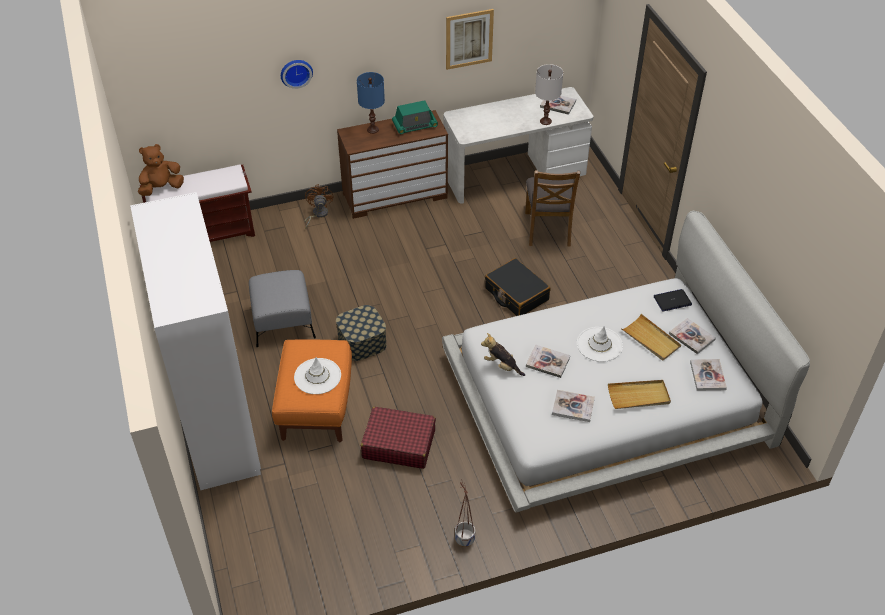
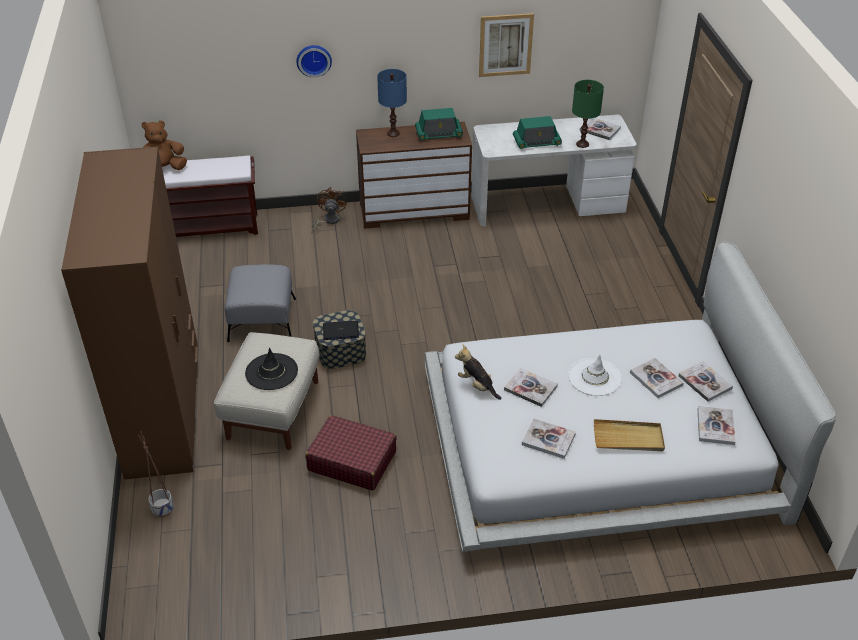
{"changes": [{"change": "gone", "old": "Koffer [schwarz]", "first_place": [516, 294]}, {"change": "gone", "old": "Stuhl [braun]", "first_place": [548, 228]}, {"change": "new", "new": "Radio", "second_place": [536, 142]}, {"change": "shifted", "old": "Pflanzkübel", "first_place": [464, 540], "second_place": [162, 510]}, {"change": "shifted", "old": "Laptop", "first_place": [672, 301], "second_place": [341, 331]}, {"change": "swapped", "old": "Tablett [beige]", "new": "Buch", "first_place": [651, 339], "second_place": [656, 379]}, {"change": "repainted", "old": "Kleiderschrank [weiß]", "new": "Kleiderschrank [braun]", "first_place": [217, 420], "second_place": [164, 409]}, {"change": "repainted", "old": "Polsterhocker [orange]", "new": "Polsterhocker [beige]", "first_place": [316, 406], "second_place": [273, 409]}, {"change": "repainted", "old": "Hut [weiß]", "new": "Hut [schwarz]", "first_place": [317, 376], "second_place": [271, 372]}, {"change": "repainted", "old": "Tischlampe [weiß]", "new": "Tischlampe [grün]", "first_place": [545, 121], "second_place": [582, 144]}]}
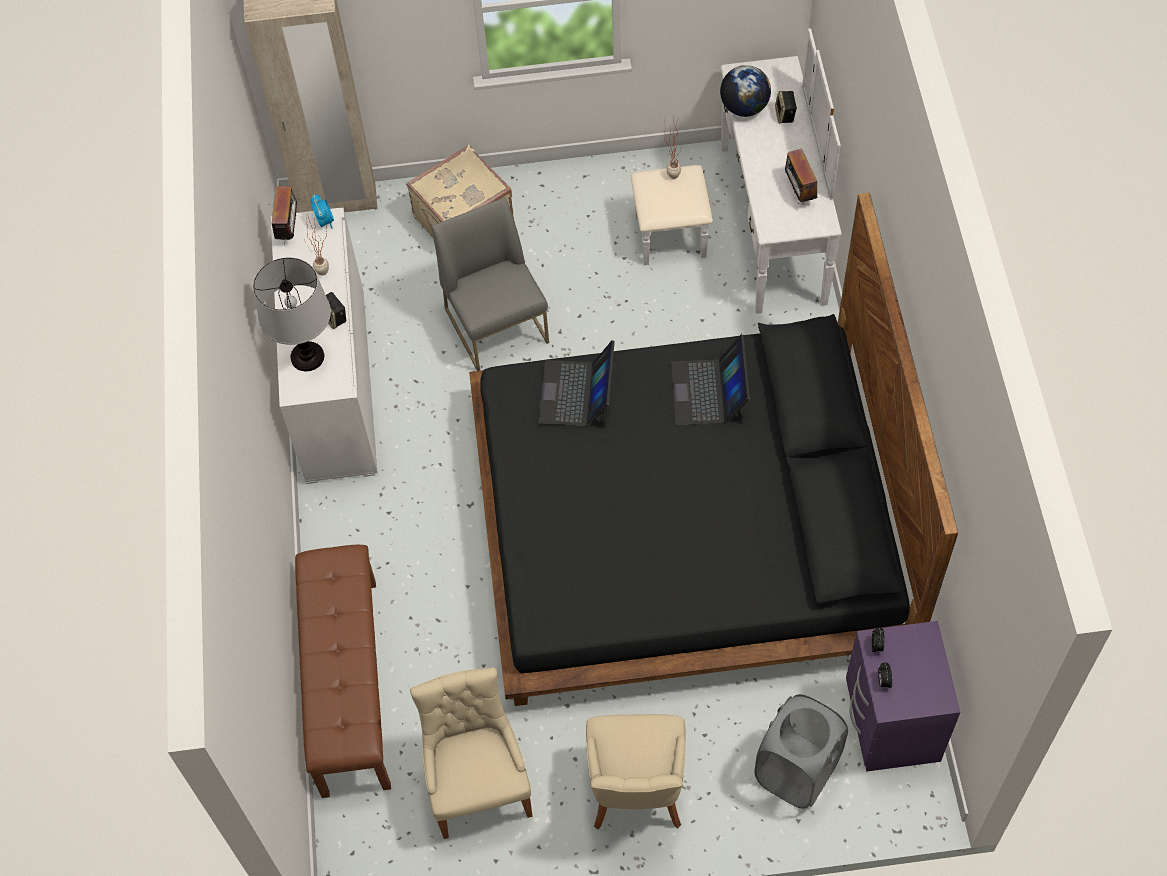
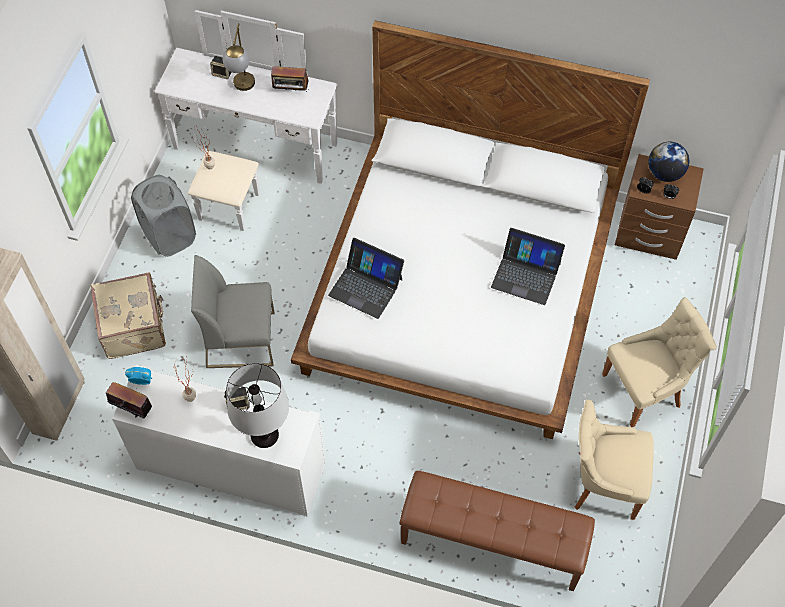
{"changes": [{"change": "new", "new": "Tischlampe", "second_place": [243, 89]}, {"change": "shifted", "old": "Laptop", "first_place": [709, 391], "second_place": [526, 275]}, {"change": "shifted", "old": "Globus", "first_place": [744, 107], "second_place": [664, 173]}, {"change": "shifted", "old": "Wäschekorb [grau]", "first_place": [797, 771], "second_place": [170, 236]}, {"change": "repainted", "old": "Bett [schwarz]", "new": "Bett [weiß]", "first_place": [685, 523], "second_place": [461, 286]}, {"change": "repainted", "old": "Nachttisch [lila]", "new": "Nachttisch [braun]", "first_place": [890, 722], "second_place": [649, 234]}, {"change": "rotated", "old": "Stuhl [beige]", "first_place": [636, 794], "second_place": [644, 390], "degrees": -45}]}
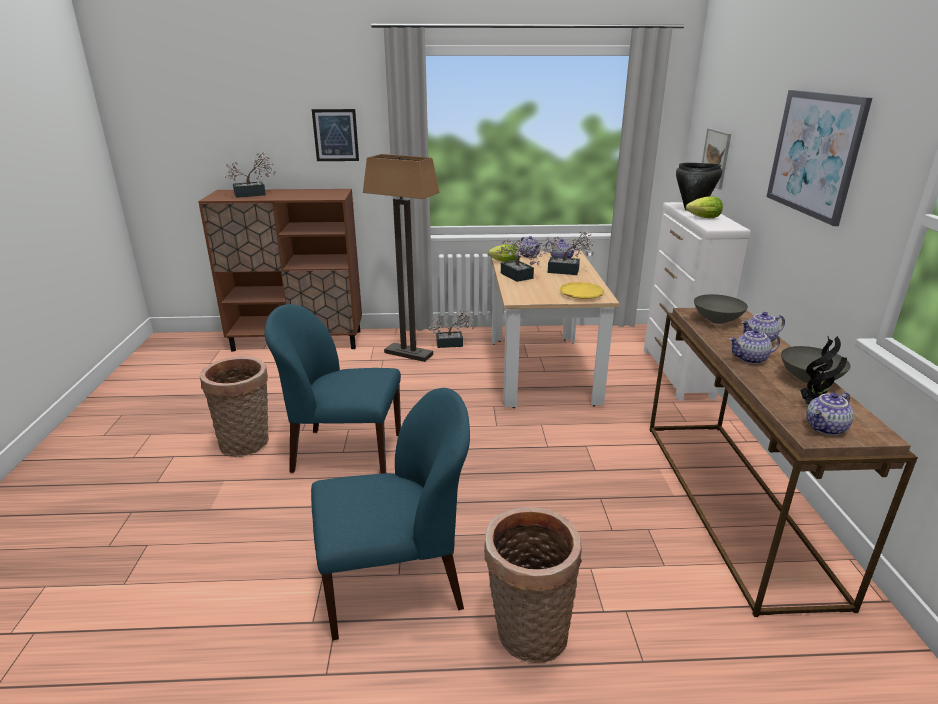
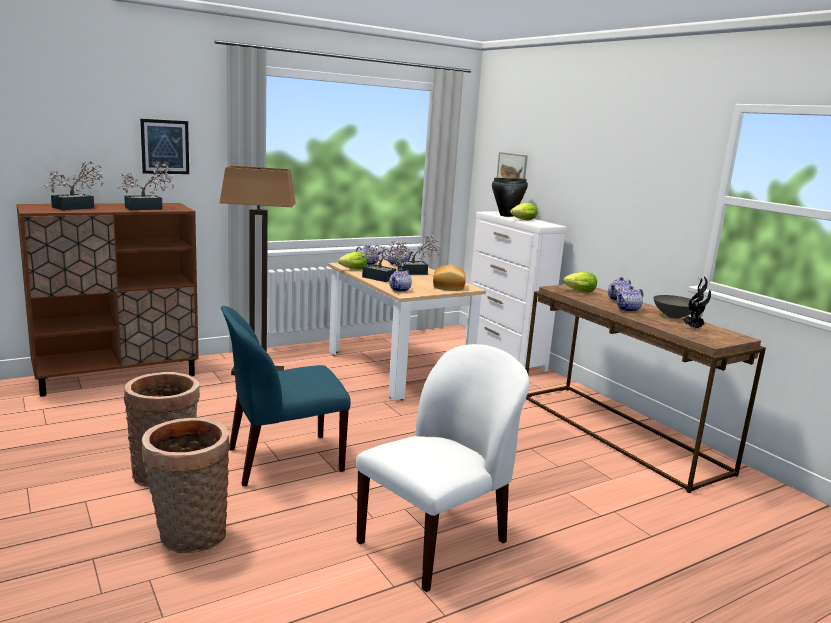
{"changes": [{"change": "gone", "old": "Bild", "first_place": [814, 154]}, {"change": "shifted", "old": "Topfpflanze", "first_place": [453, 343], "second_place": [148, 208]}, {"change": "shifted", "old": "Korb", "first_place": [527, 634], "second_place": [189, 537]}, {"change": "shifted", "old": "Teekanne", "first_place": [826, 428], "second_place": [400, 290]}, {"change": "swapped", "old": "Teller [gelb]", "new": "Brot", "first_place": [581, 294], "second_place": [449, 286]}, {"change": "swapped", "old": "Schüssel [grau]", "new": "Salatkopf", "first_place": [717, 321], "second_place": [578, 291]}, {"change": "repainted", "old": "Stuhl [blau]", "new": "Stuhl [weiß]", "first_place": [395, 584], "second_place": [435, 541]}]}
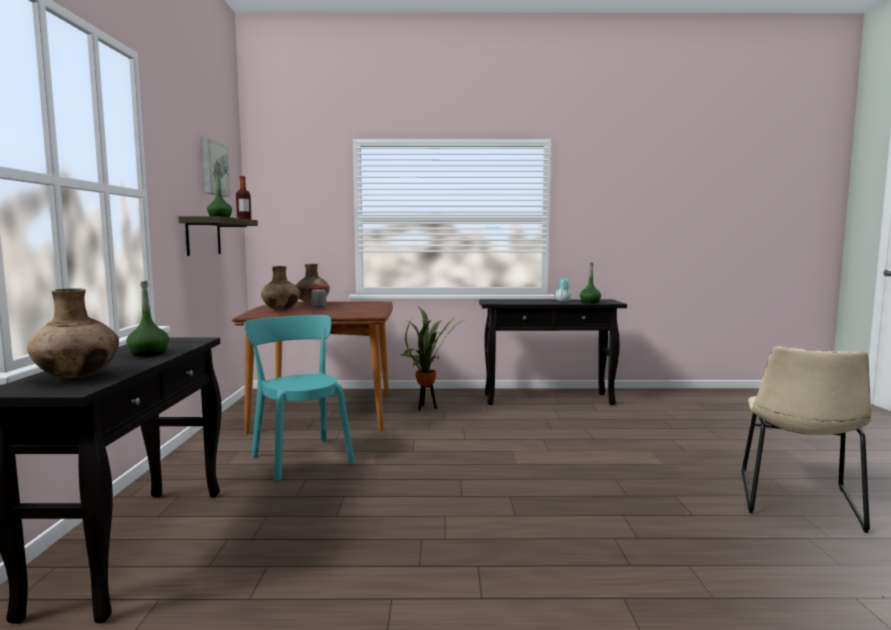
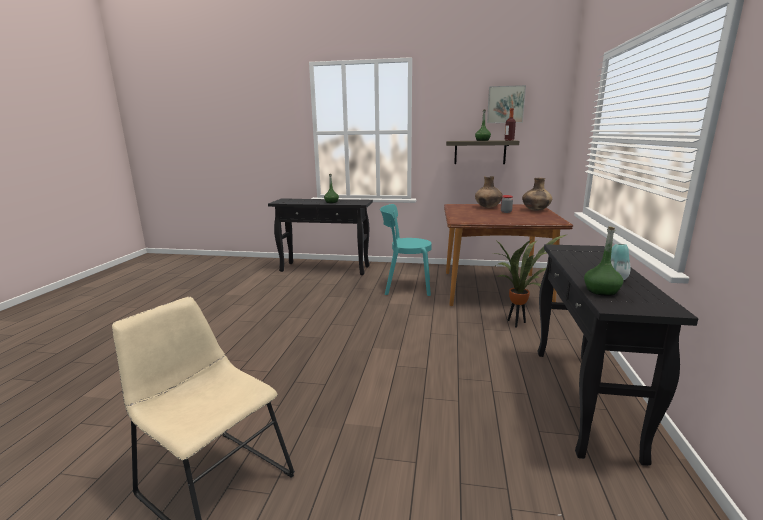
{"changes": [{"change": "gone", "old": "Vase [braun]", "first_place": [77, 377]}, {"change": "rotated", "old": "Stuhl [türkis]", "first_place": [300, 457], "second_place": [405, 286], "degrees": -150}]}
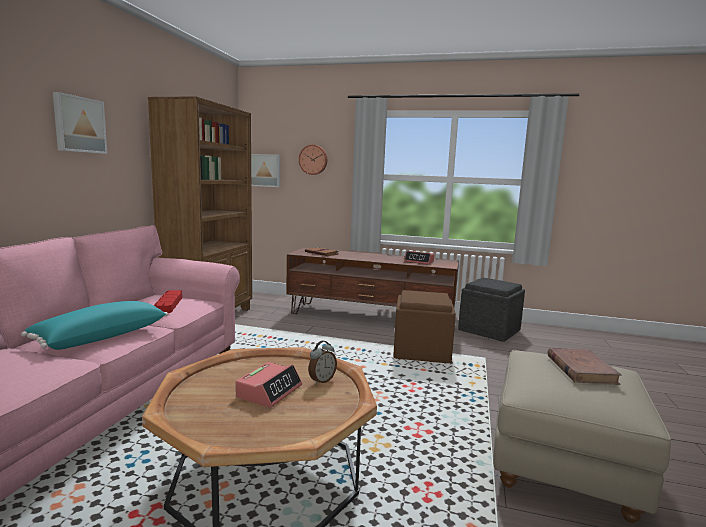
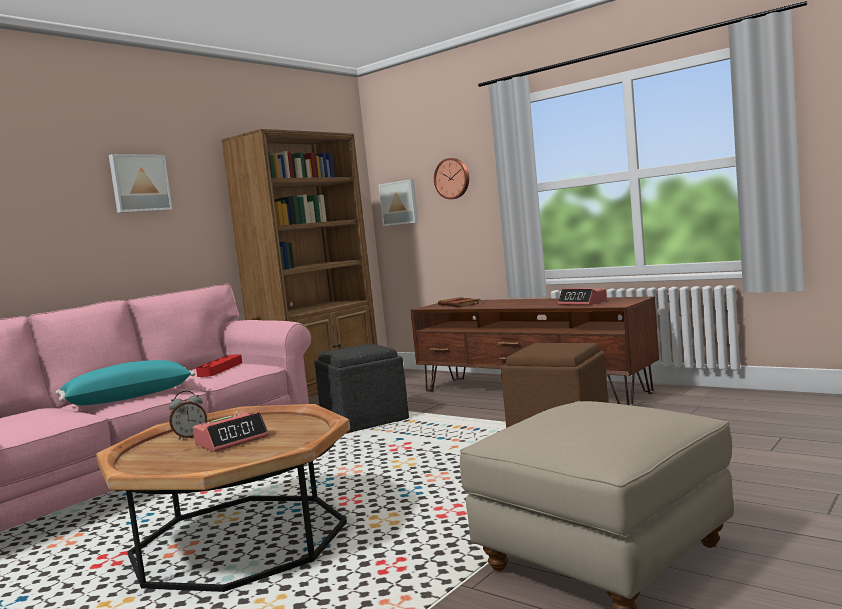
{"changes": [{"change": "gone", "old": "Buch [braun]", "first_place": [581, 369]}, {"change": "shifted", "old": "Wecker", "first_place": [321, 380], "second_place": [190, 436]}, {"change": "shifted", "old": "Polsterhocker [grau]", "first_place": [489, 331], "second_place": [364, 420]}]}
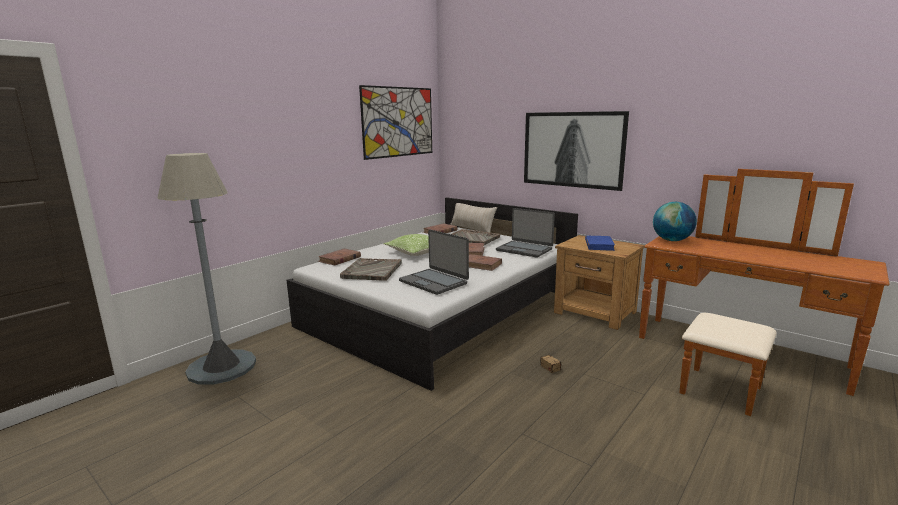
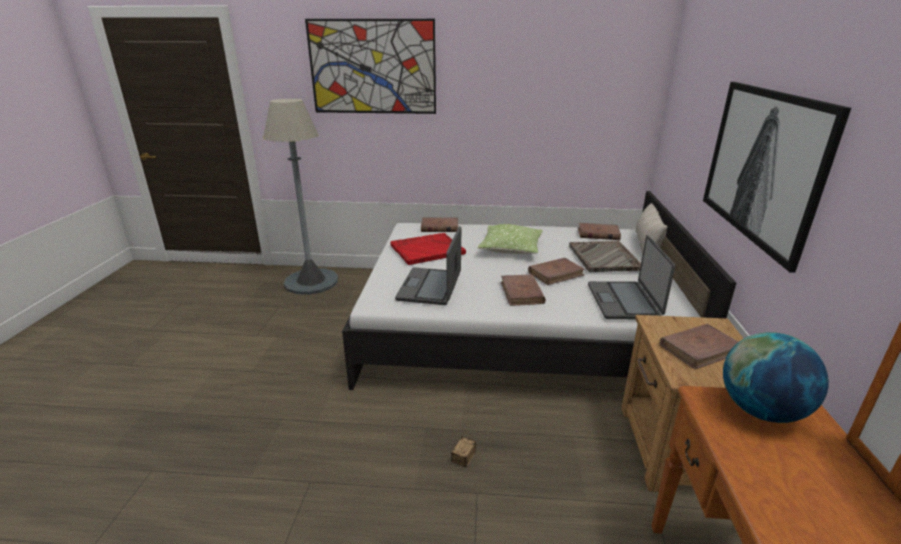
{"changes": [{"change": "shifted", "old": "Bild", "first_place": [398, 122], "second_place": [372, 67]}, {"change": "repainted", "old": "Tablett [grau]", "new": "Tablett [rot]", "first_place": [372, 270], "second_place": [426, 250]}, {"change": "repainted", "old": "Buch [blau]", "new": "Buch [braun]", "first_place": [599, 245], "second_place": [700, 349]}]}
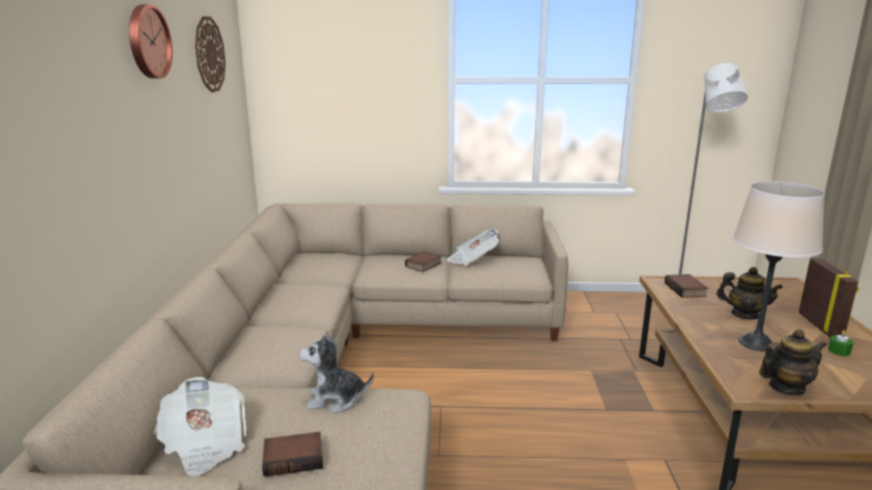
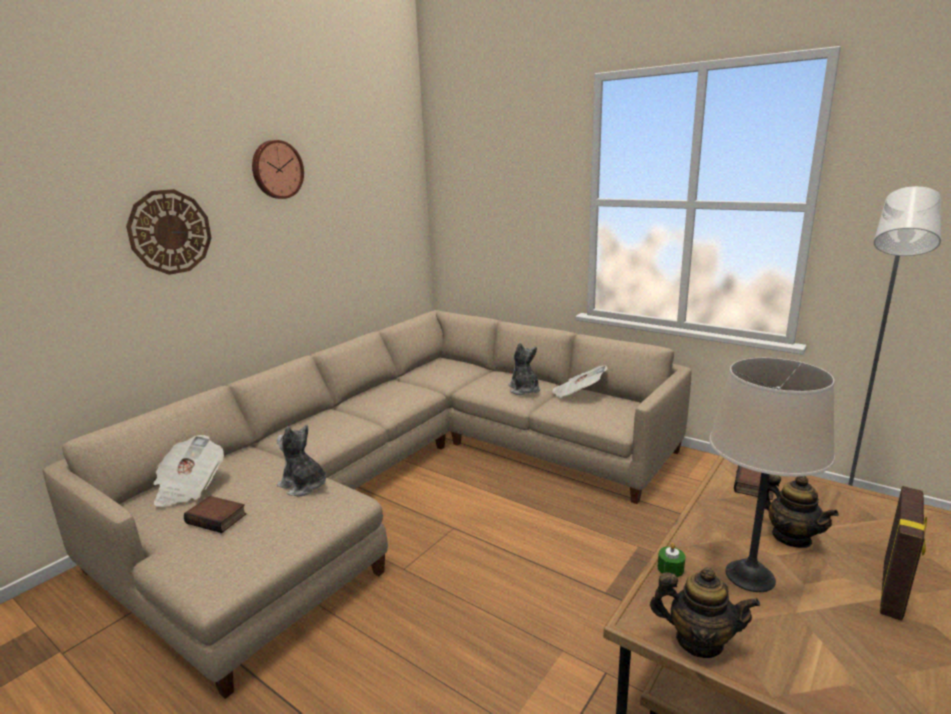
{"changes": [{"change": "shifted", "old": "Wanduhr", "first_place": [209, 54], "second_place": [170, 232]}, {"change": "shifted", "old": "Kerze [grün]", "first_place": [839, 351], "second_place": [670, 568]}, {"change": "swapped", "old": "Buch", "new": "Plüschtier", "first_place": [424, 265], "second_place": [524, 390]}]}
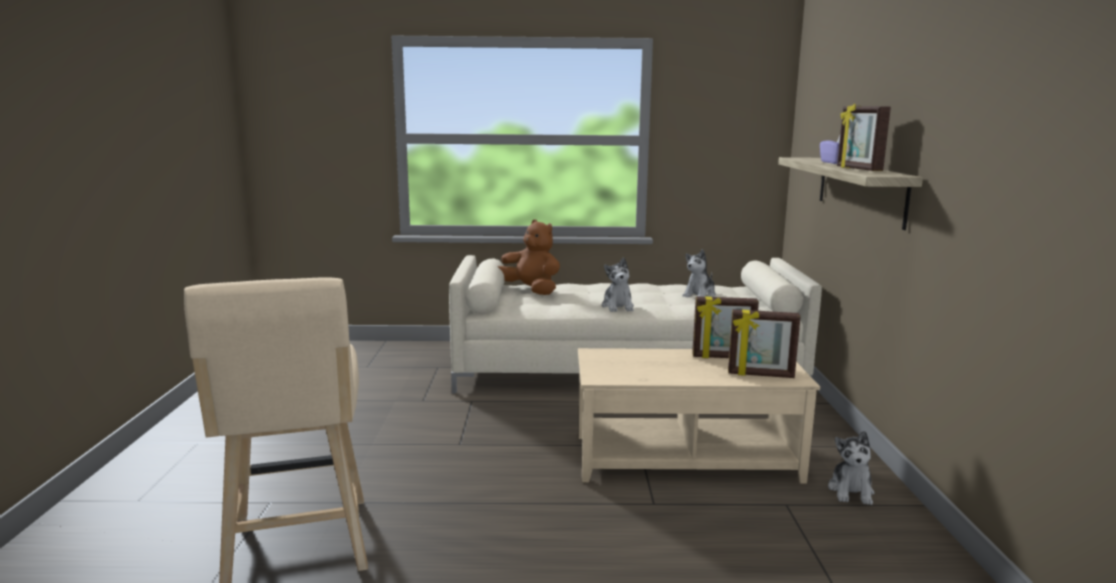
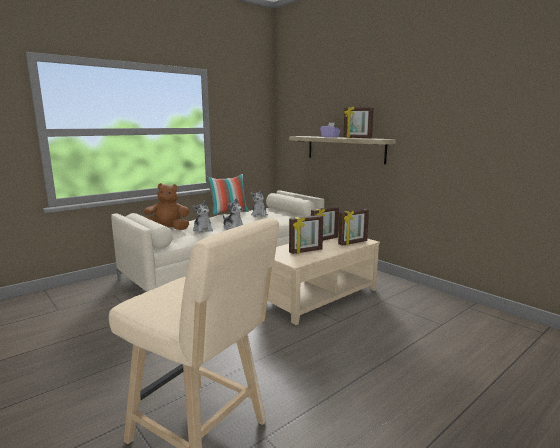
{"changes": [{"change": "new", "new": "Kissen", "second_place": [228, 212]}, {"change": "new", "new": "Bilderrahmen", "second_place": [306, 251]}, {"change": "shifted", "old": "Plüschtier", "first_place": [851, 491], "second_place": [203, 230]}]}
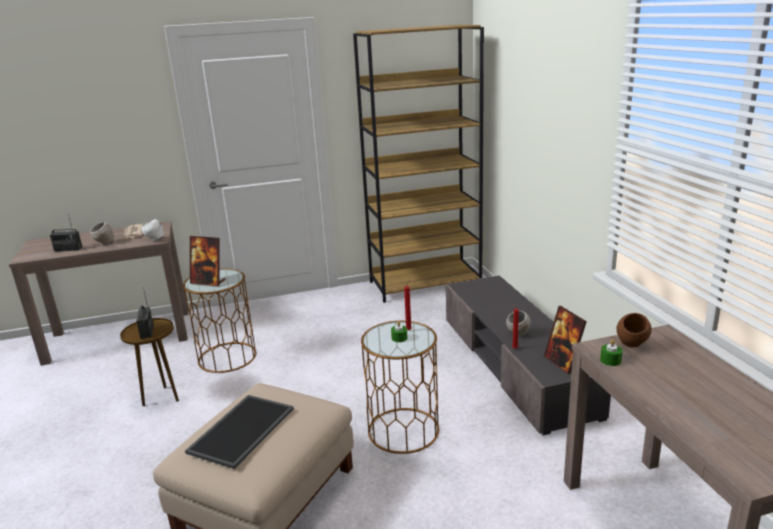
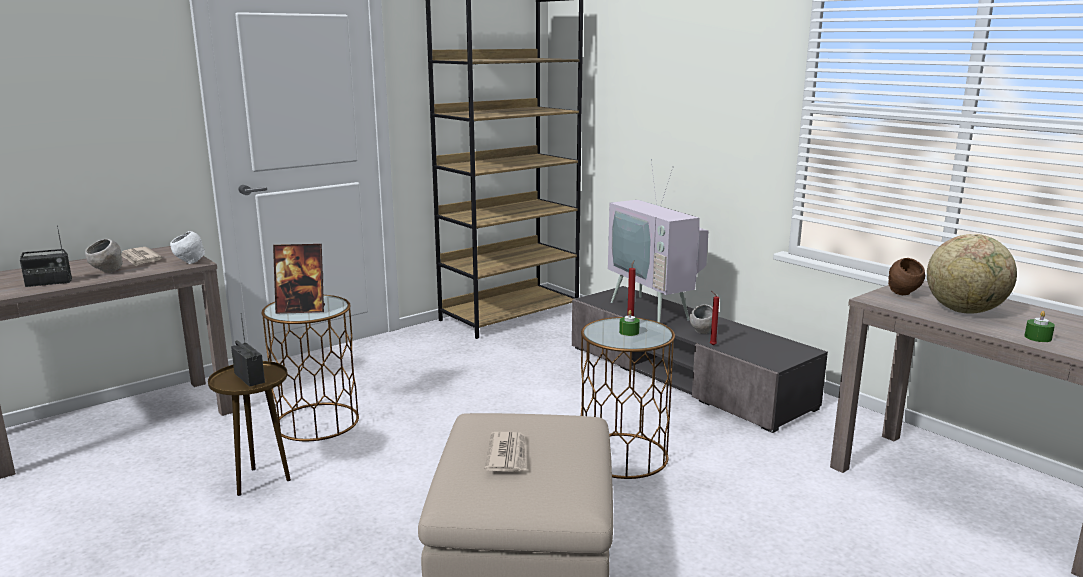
{"changes": [{"change": "gone", "old": "Bilderrahmen", "first_place": [563, 363]}, {"change": "new", "new": "Fernseher", "second_place": [655, 309]}, {"change": "new", "new": "Globus", "second_place": [964, 311]}, {"change": "shifted", "old": "Kerze [grün]", "first_place": [610, 360], "second_place": [1037, 337]}, {"change": "swapped", "old": "Tablett", "new": "Zeitung", "first_place": [241, 429], "second_place": [508, 455]}]}
